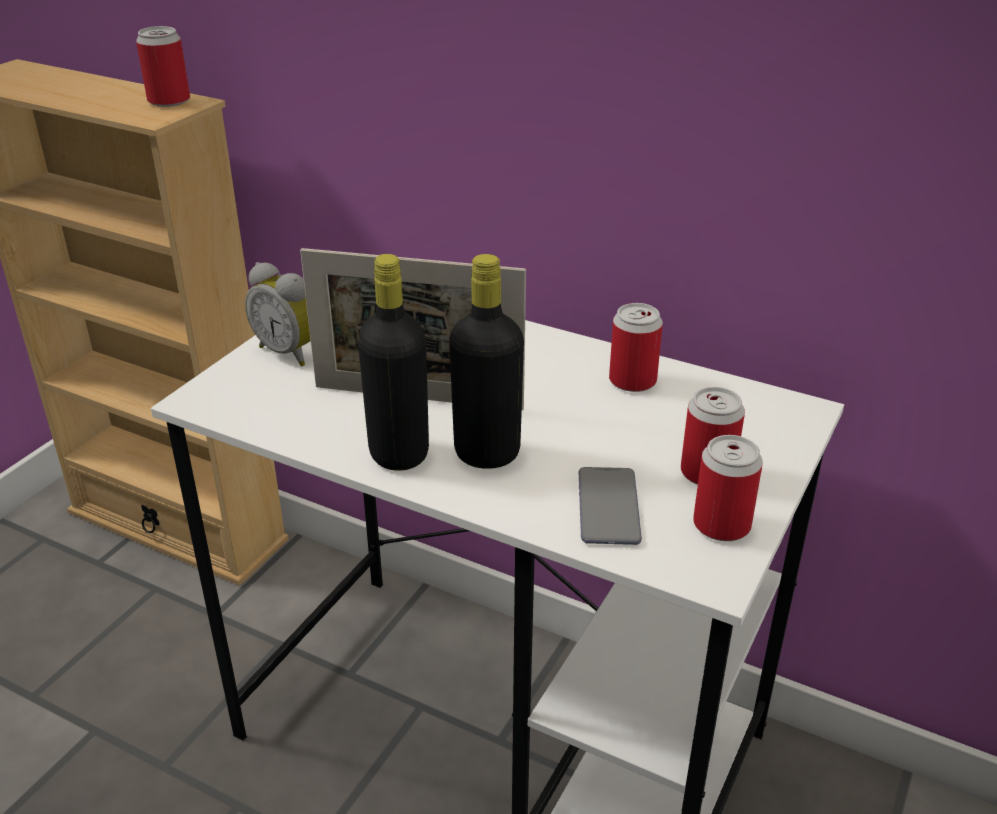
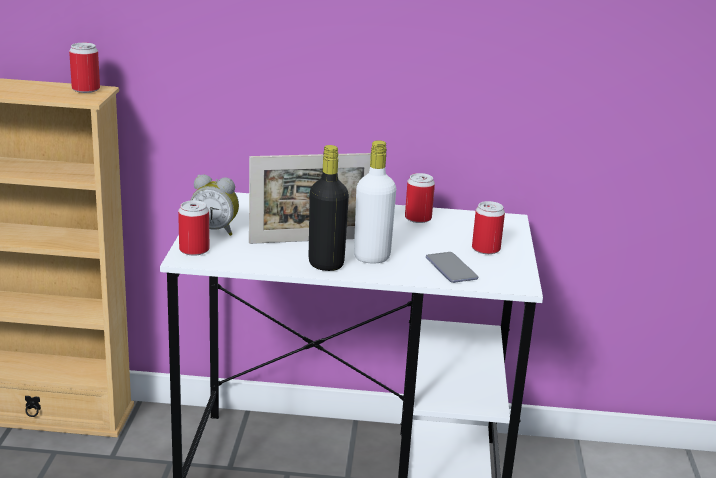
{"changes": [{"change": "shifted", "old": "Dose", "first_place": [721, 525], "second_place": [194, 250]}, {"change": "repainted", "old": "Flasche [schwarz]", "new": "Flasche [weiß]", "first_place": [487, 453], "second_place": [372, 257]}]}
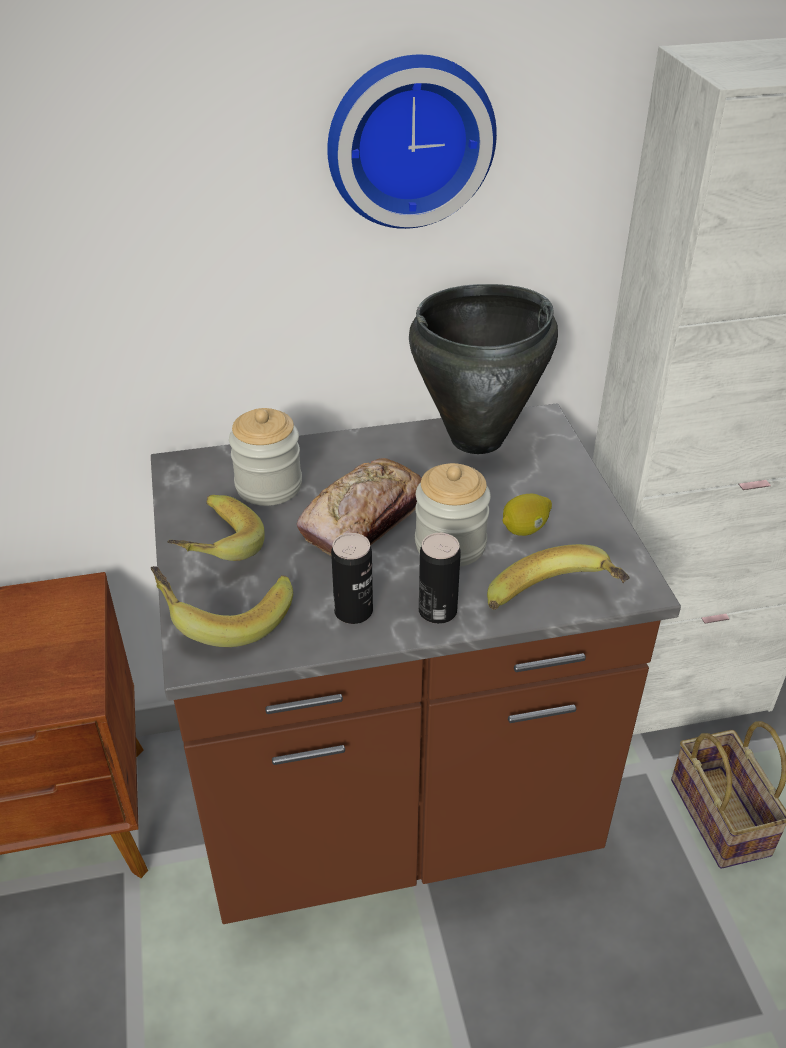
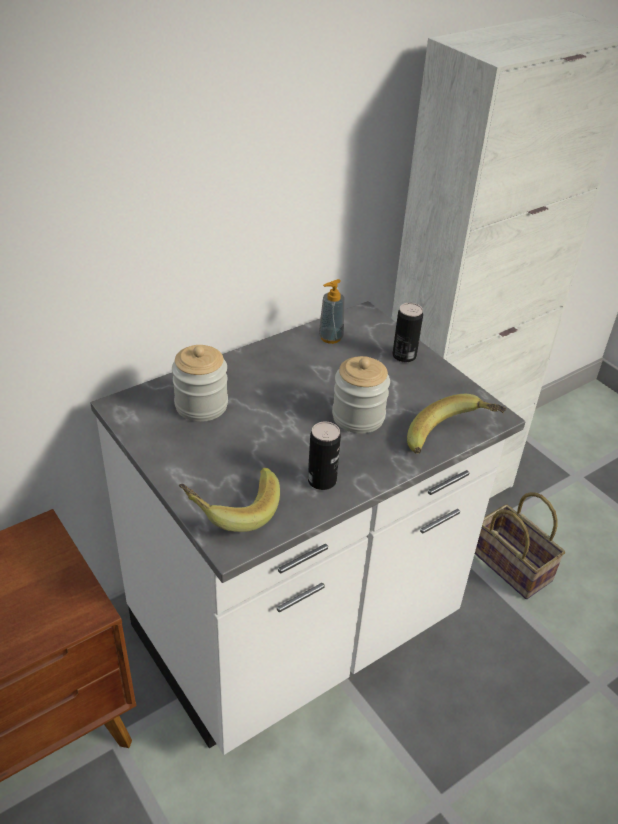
{"changes": [{"change": "gone", "old": "Banane", "first_place": [212, 550]}, {"change": "gone", "old": "Brot", "first_place": [364, 519]}, {"change": "gone", "old": "Wanduhr", "first_place": [409, 140]}, {"change": "gone", "old": "Zitrone", "first_place": [525, 529]}, {"change": "shifted", "old": "Dose", "first_place": [437, 611], "second_place": [404, 356]}, {"change": "swapped", "old": "Kochtopf [schwarz]", "new": "Seifenspender", "first_place": [478, 439], "second_place": [330, 337]}, {"change": "repainted", "old": "Küchenzeile [braun]", "new": "Küchenzeile [weiß]", "first_place": [393, 808], "second_place": [296, 630]}]}
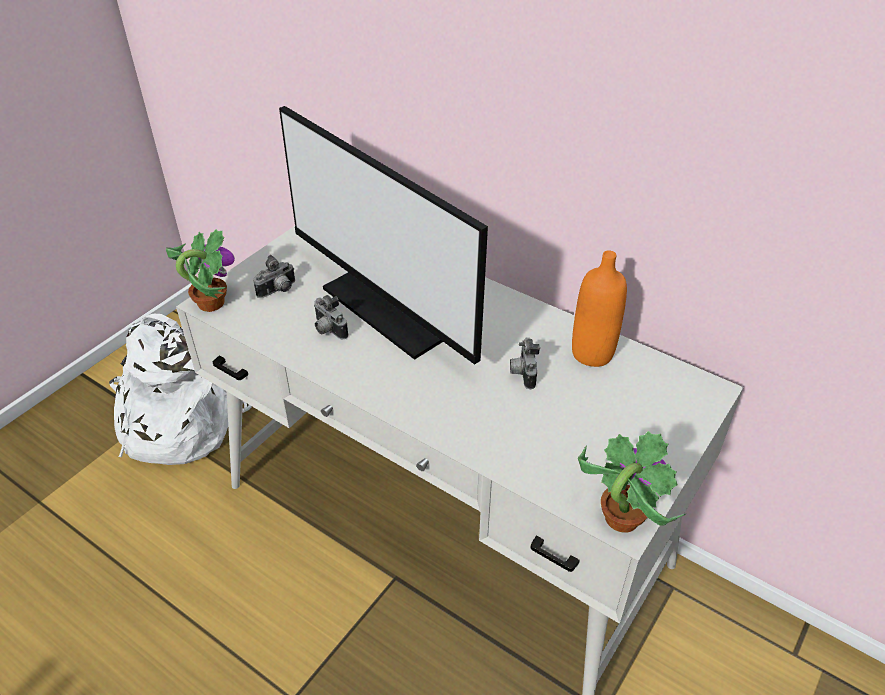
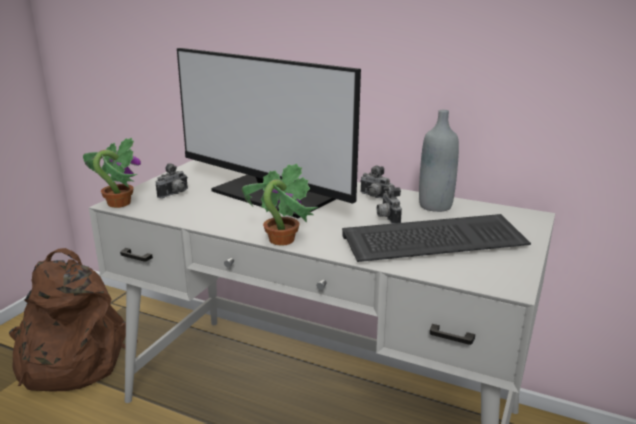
{"changes": [{"change": "new", "new": "Tastatur", "second_place": [432, 243]}, {"change": "shifted", "old": "Kamera", "first_place": [328, 330], "second_place": [374, 197]}, {"change": "shifted", "old": "Topfpflanze", "first_place": [620, 518], "second_place": [280, 240]}, {"change": "repainted", "old": "Rucksack [weiß]", "new": "Rucksack [braun]", "first_place": [176, 420], "second_place": [69, 360]}, {"change": "repainted", "old": "Flasche [orange]", "new": "Flasche [grau]", "first_place": [592, 353], "second_place": [435, 206]}]}
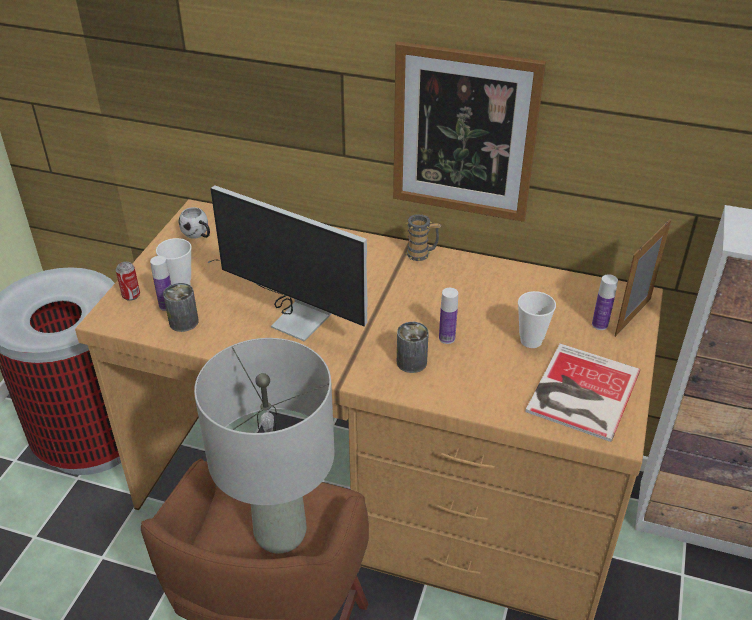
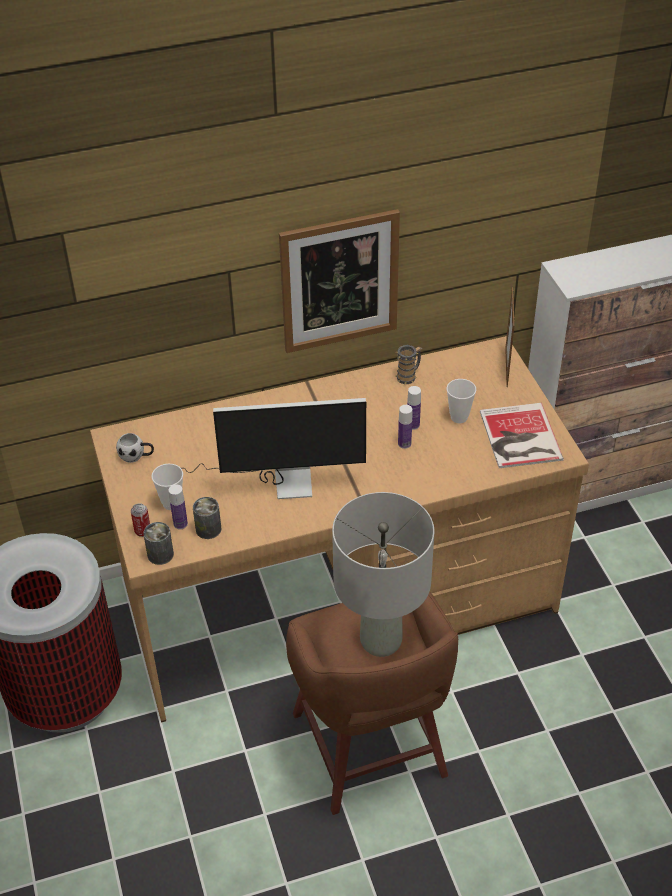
{"changes": [{"change": "shifted", "old": "Dose", "first_place": [411, 362], "second_place": [160, 554]}, {"change": "shifted", "old": "Henkelbecher", "first_place": [422, 254], "second_place": [408, 376]}, {"change": "shifted", "old": "Flasche", "first_place": [599, 325], "second_place": [413, 425]}]}
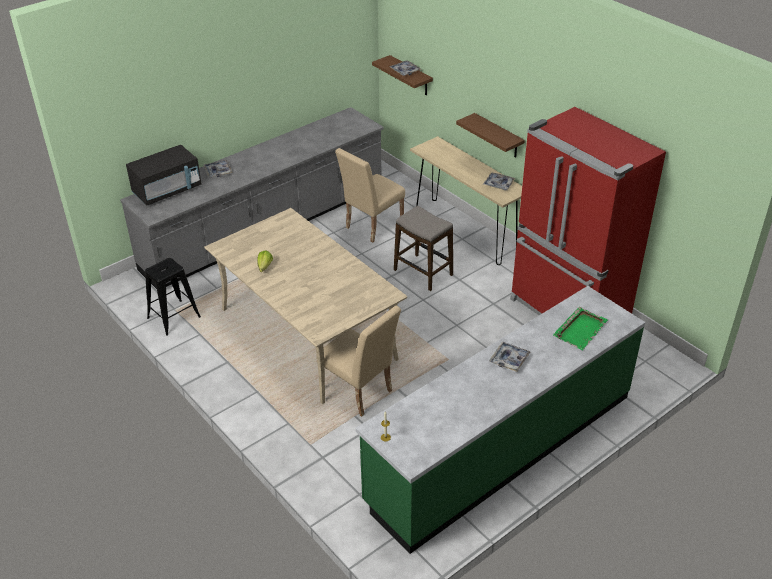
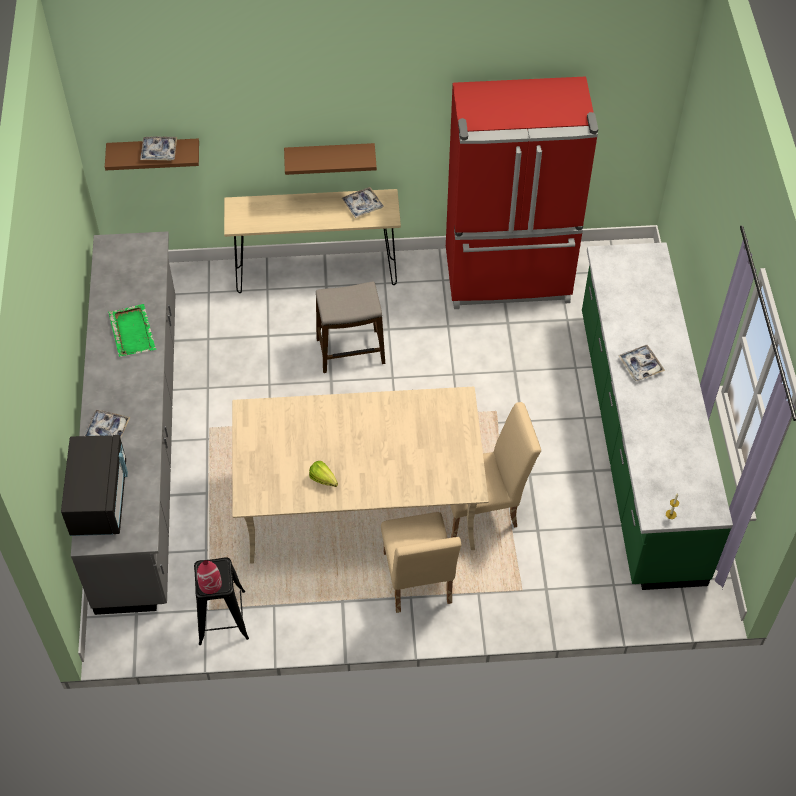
{"changes": [{"change": "new", "new": "Vase [rot]", "second_place": [210, 583]}, {"change": "shifted", "old": "Stuhl [beige]", "first_place": [371, 226], "second_place": [418, 584]}, {"change": "shifted", "old": "Tablett [grün]", "first_place": [580, 329], "second_place": [132, 331]}]}
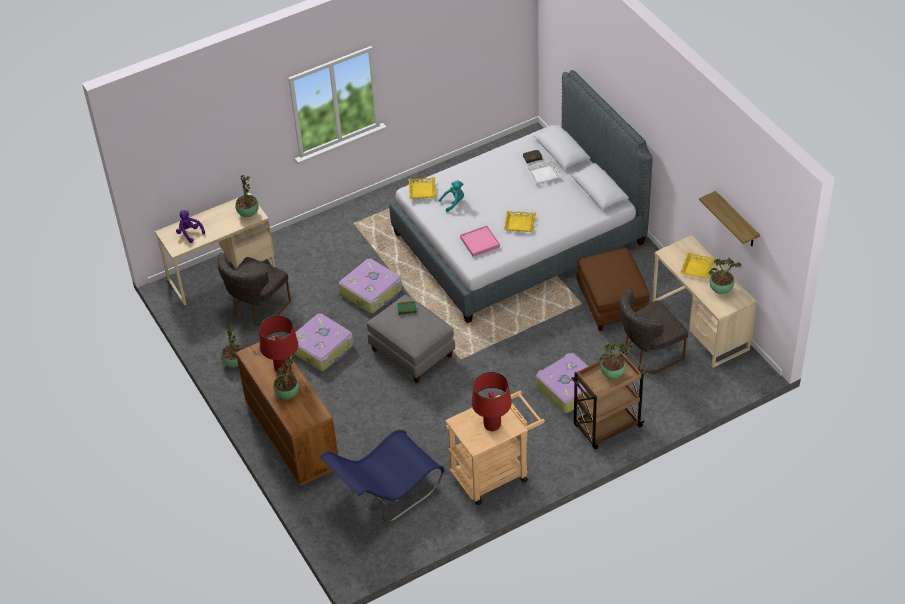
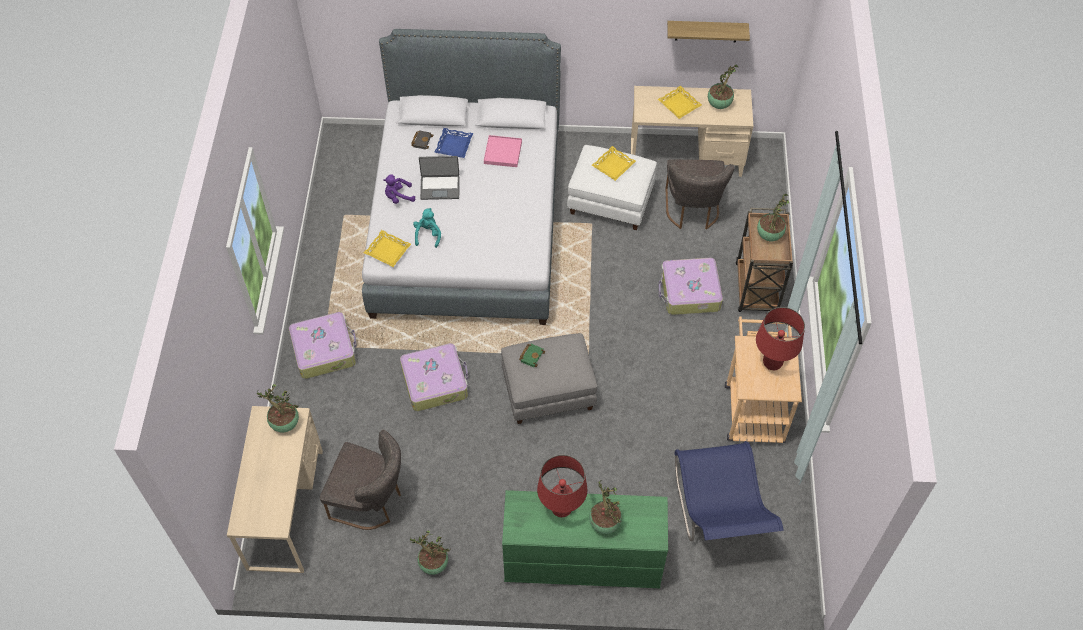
{"changes": [{"change": "new", "new": "Laptop", "second_place": [440, 187]}, {"change": "shifted", "old": "Plüschtier [lila]", "first_place": [189, 233], "second_place": [398, 197]}, {"change": "shifted", "old": "Koffer", "first_place": [322, 348], "second_place": [324, 350]}, {"change": "shifted", "old": "Tablett [rosa]", "first_place": [480, 242], "second_place": [502, 152]}, {"change": "shifted", "old": "Tablett [gelb]", "first_place": [519, 224], "second_place": [613, 166]}, {"change": "repainted", "old": "Kommode [braun]", "new": "Kommode [grün]", "first_place": [292, 436], "second_place": [581, 560]}, {"change": "repainted", "old": "Tablett [weiß]", "new": "Tablett [blau]", "first_place": [544, 174], "second_place": [453, 145]}, {"change": "repainted", "old": "Polsterhocker [braun]", "new": "Polsterhocker [weiß]", "first_place": [612, 304], "second_place": [611, 201]}, {"change": "rotated", "old": "Stuhl [grau]", "first_place": [257, 309], "second_place": [371, 501], "degrees": -45}]}
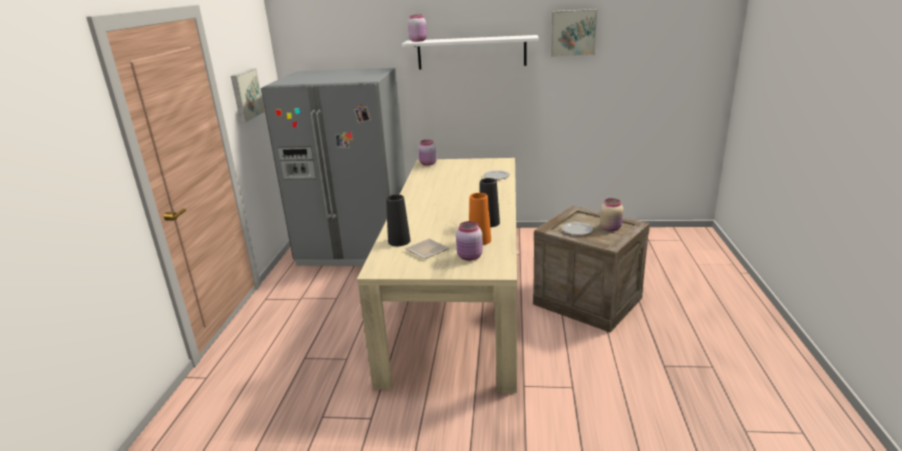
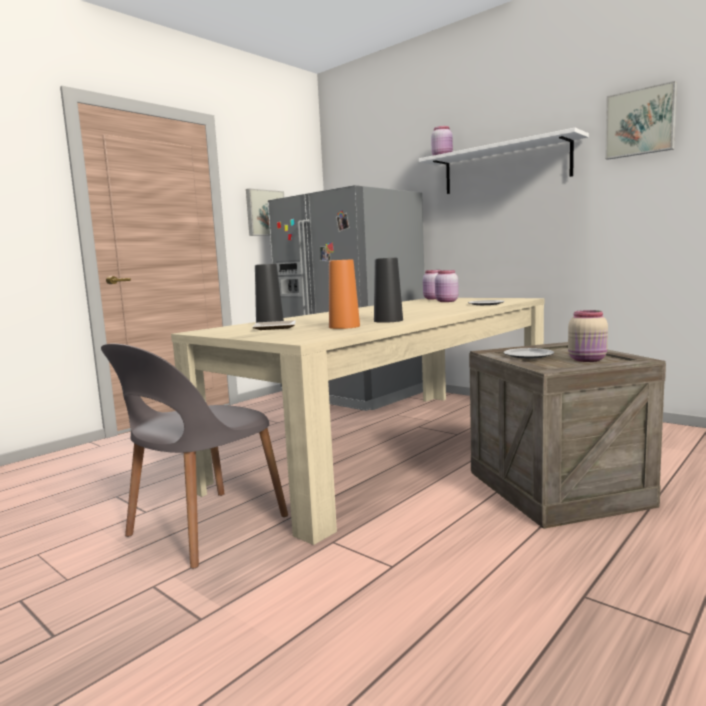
{"changes": [{"change": "new", "new": "Stuhl [grau]", "second_place": [204, 528]}, {"change": "shifted", "old": "Vorratsglas [rosa]", "first_place": [470, 257], "second_place": [446, 301]}]}
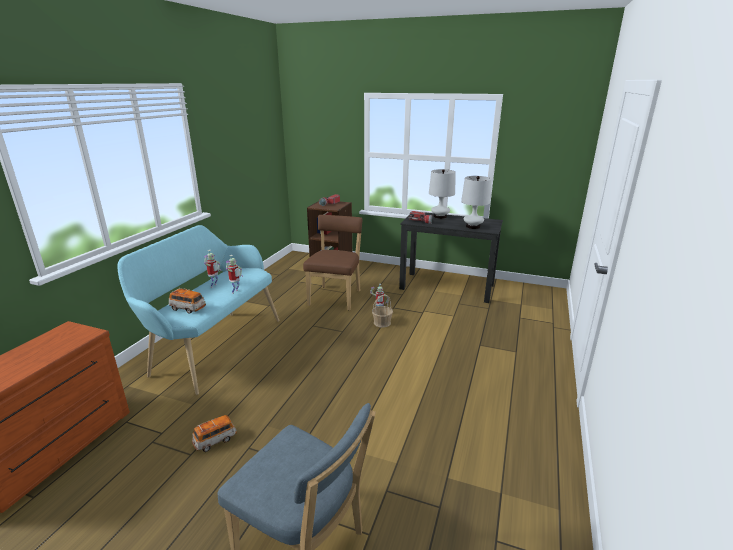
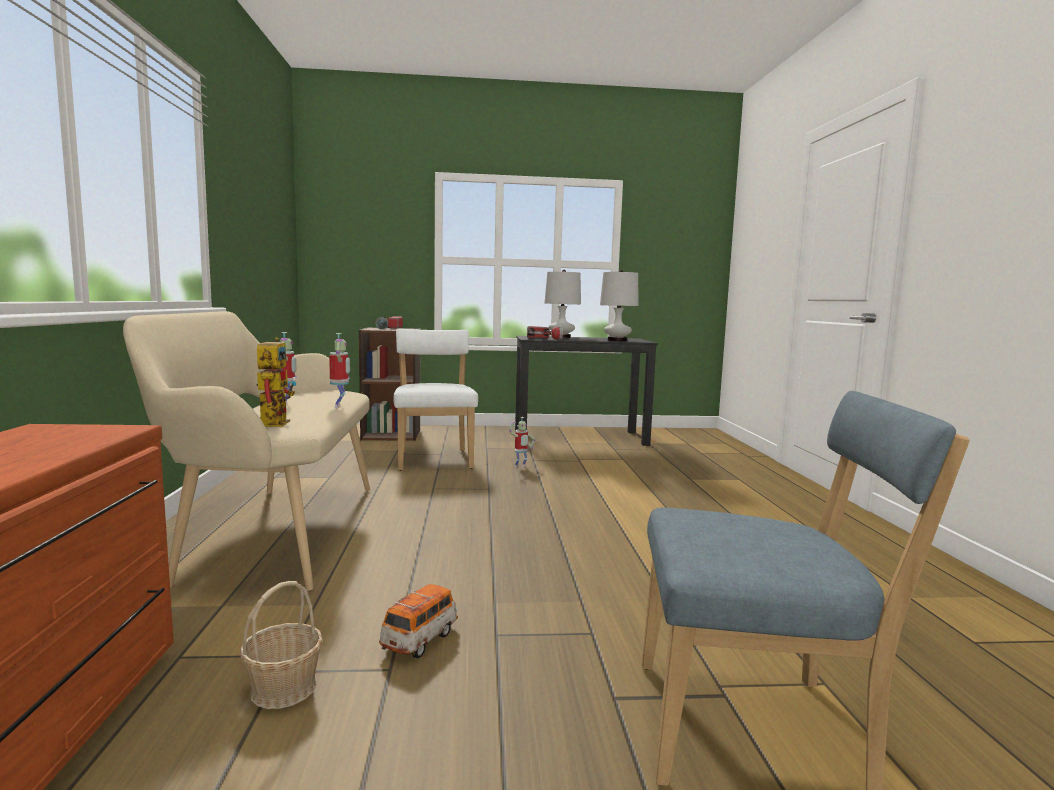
{"changes": [{"change": "shifted", "old": "Korb", "first_place": [382, 323], "second_place": [284, 688]}, {"change": "swapped", "old": "Spielzeugauto", "new": "Spielzeugroboter", "first_place": [188, 309], "second_place": [274, 422]}, {"change": "repainted", "old": "Bank [türkis]", "new": "Bank [beige]", "first_place": [213, 346], "second_place": [274, 530]}, {"change": "repainted", "old": "Stuhl [braun]", "new": "Stuhl [weiß]", "first_place": [336, 296], "second_place": [434, 459]}]}
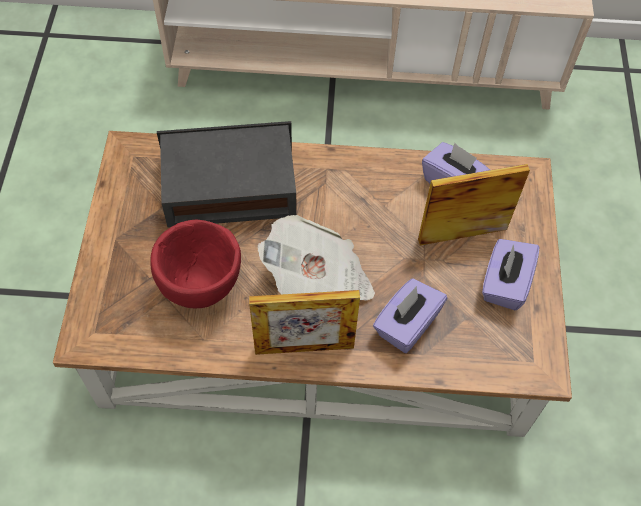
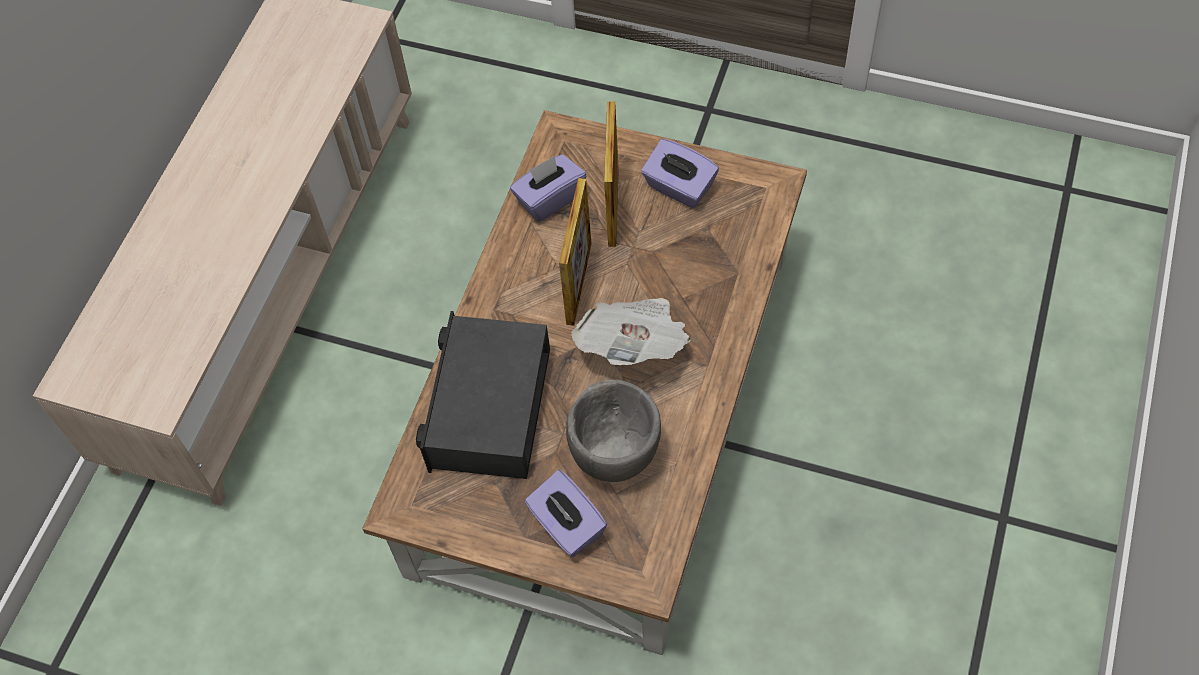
{"changes": [{"change": "shifted", "old": "Bilderrahmen", "first_place": [304, 348], "second_place": [579, 283]}, {"change": "shifted", "old": "Taschentuchbox [lila]", "first_place": [406, 325], "second_place": [567, 526]}, {"change": "repainted", "old": "Schüssel [rot]", "new": "Schüssel [grau]", "first_place": [202, 289], "second_place": [615, 456]}]}
